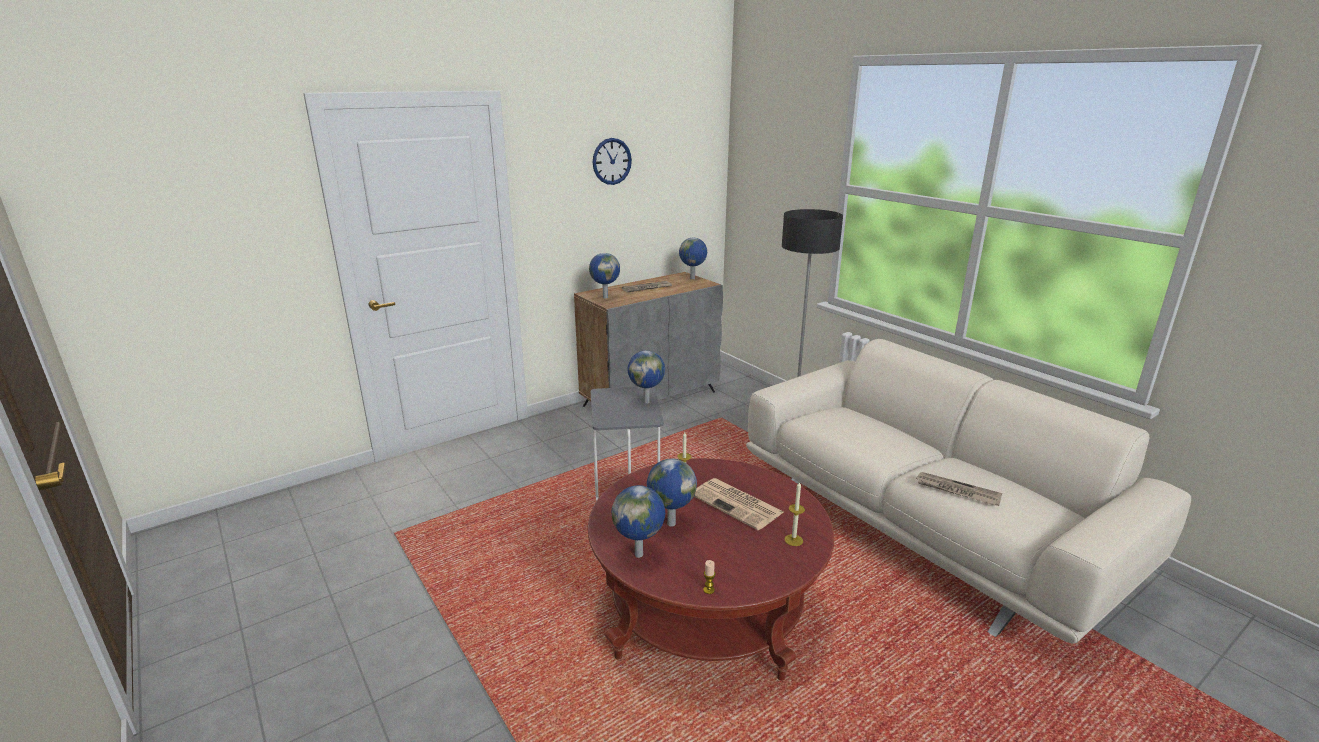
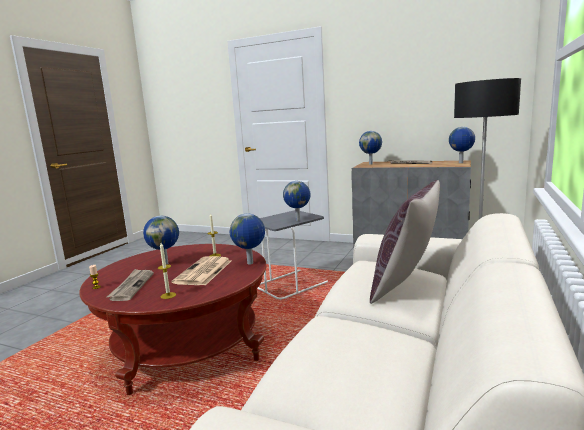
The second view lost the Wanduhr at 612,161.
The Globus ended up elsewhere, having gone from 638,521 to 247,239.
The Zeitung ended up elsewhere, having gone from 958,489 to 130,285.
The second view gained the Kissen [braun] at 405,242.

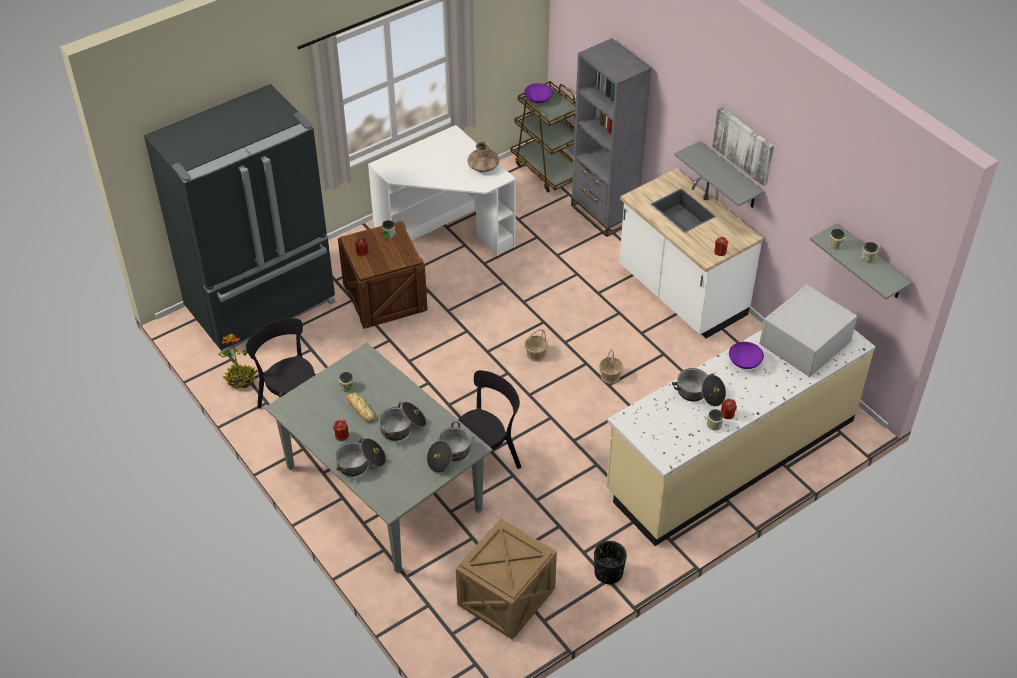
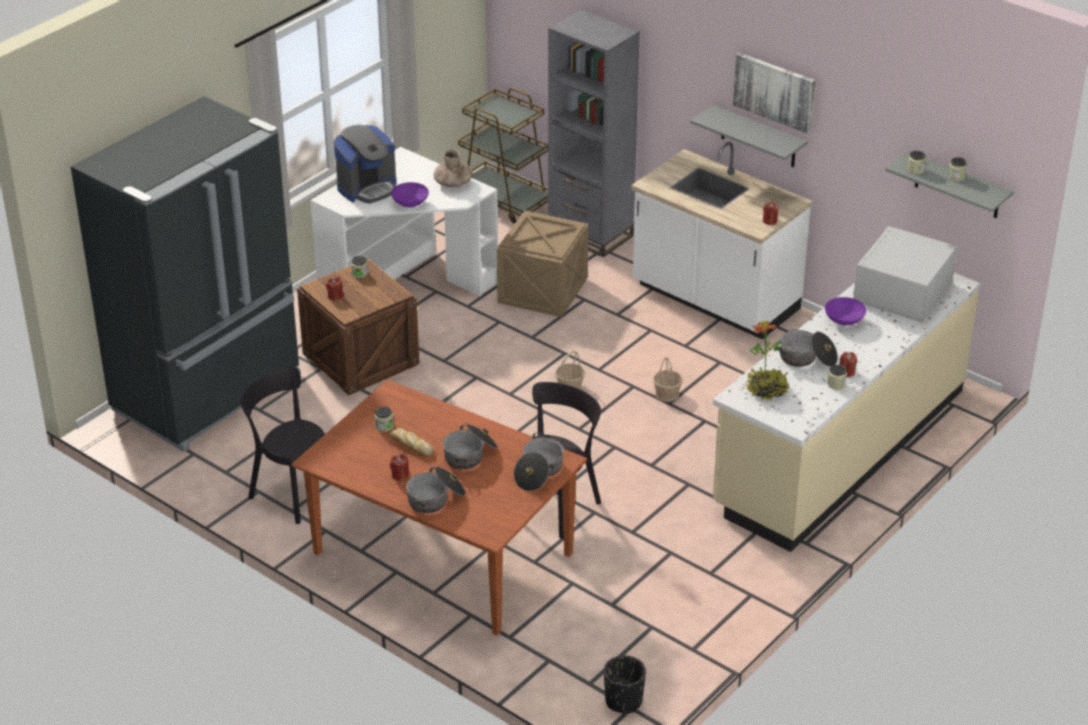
The Topfpflanze ended up elsewhere, having gone from 238,362 to 767,360.
What was the Esstisch [grau] at 378,458 turned into the Esstisch [braun] at 439,507.
The Kiste ended up elsewhere, having gone from 506,578 to 542,264.
The Schüssel [lila] ended up elsewhere, having gone from 538,93 to 410,194.
The Pflanzkübel [schwarz] ended up elsewhere, having gone from 610,563 to 625,684.
The second view gained the Kaffeemaschine at 365,164.

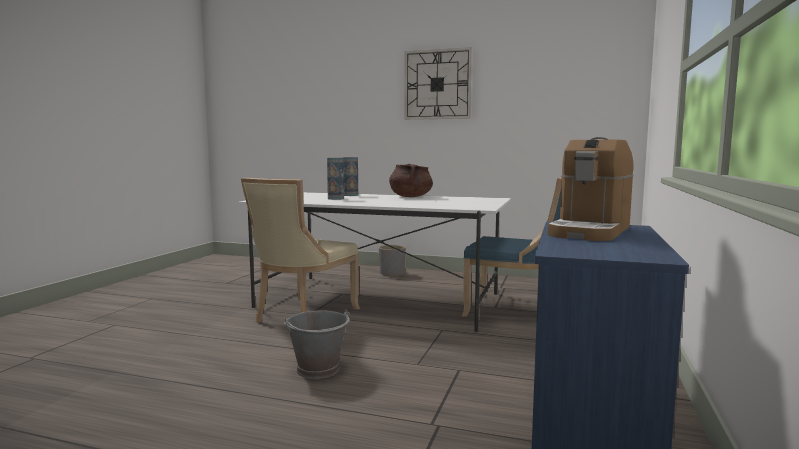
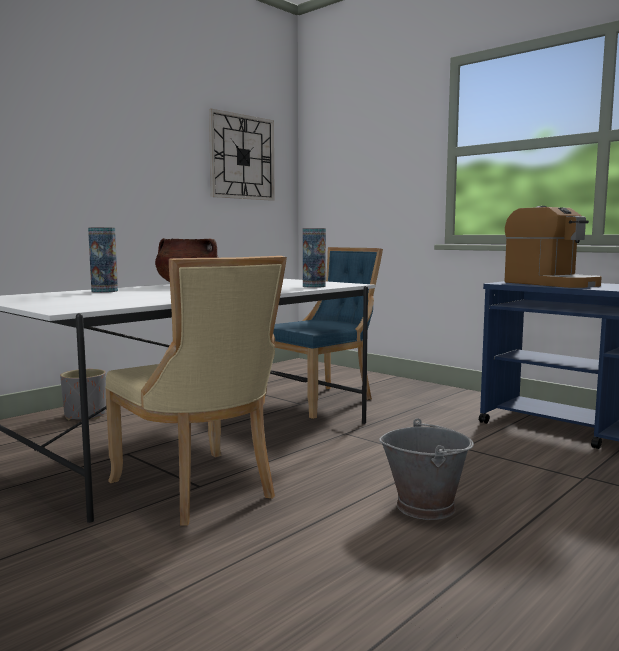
The Vase ended up elsewhere, having gone from 335,179 to 314,258.
The Wanduhr ended up elsewhere, having gone from 438,83 to 242,155.

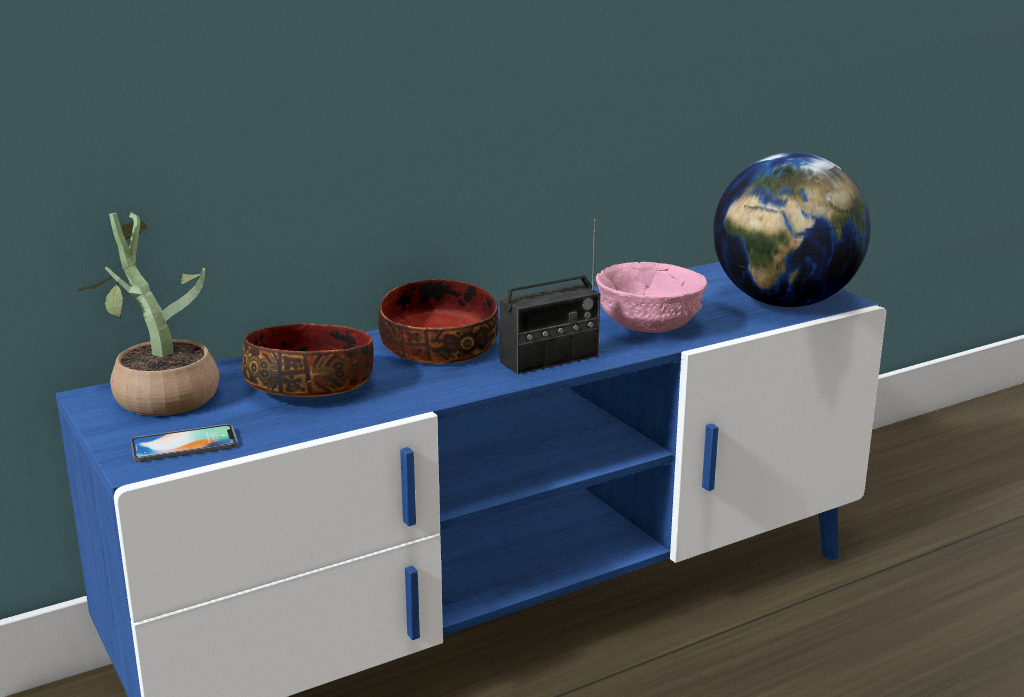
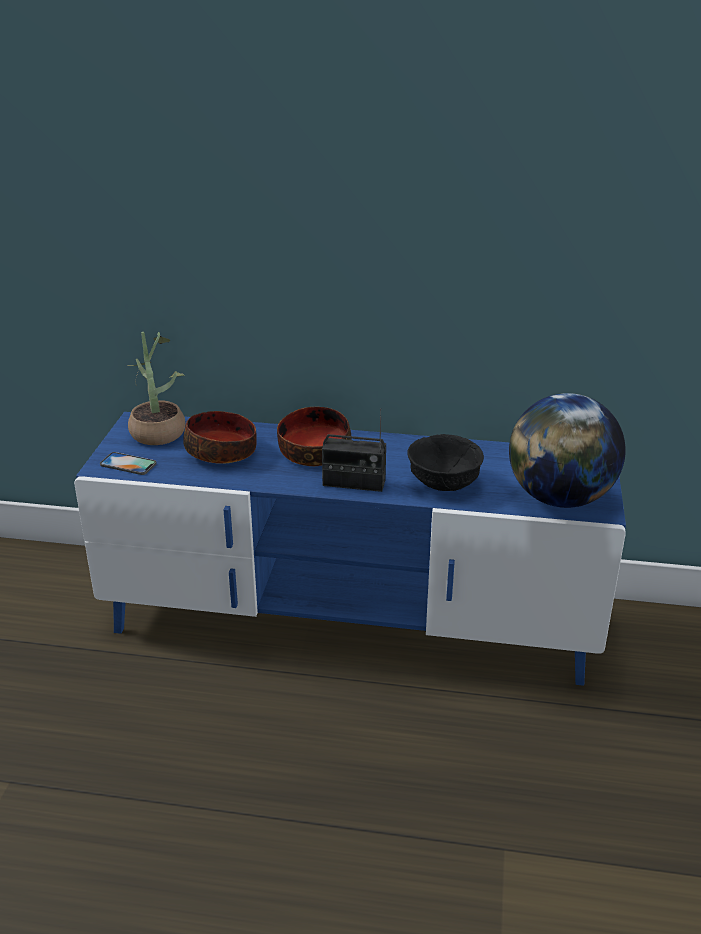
What was the Schüssel [rosa] at 651,297 turned into the Schüssel [schwarz] at 445,462.

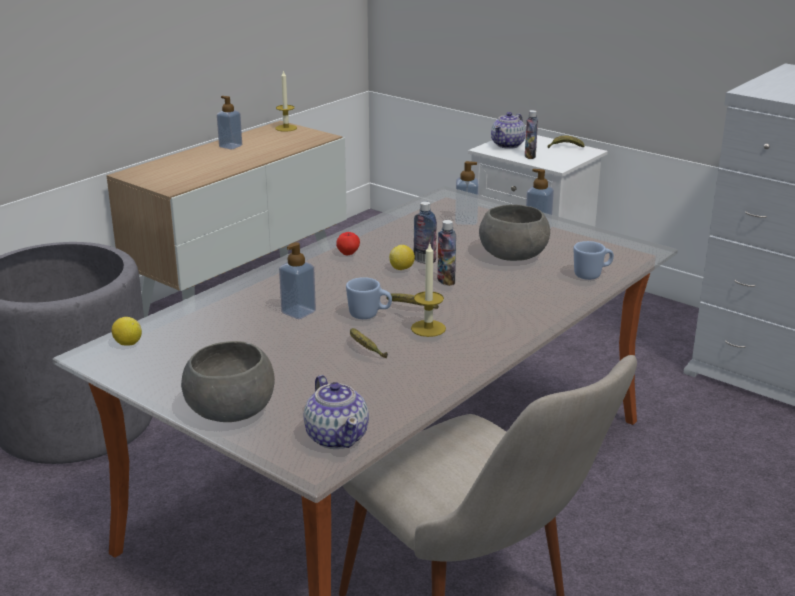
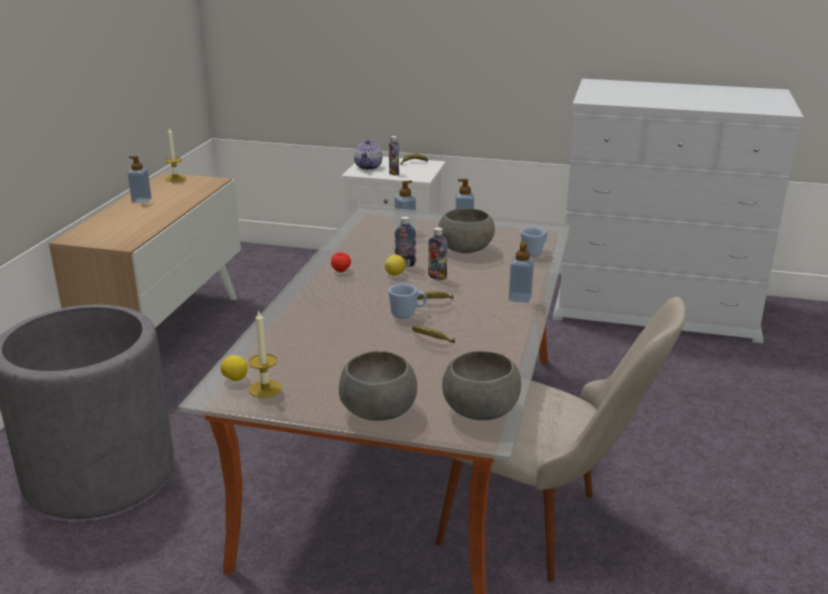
The Seifenspender ended up elsewhere, having gone from 297,280 to 521,272.
Where the Teekanne stood at 336,412, the Schüssel [grau] came to stand at 481,385.
The Kerze ended up elsewhere, having gone from 428,290 to 265,354.

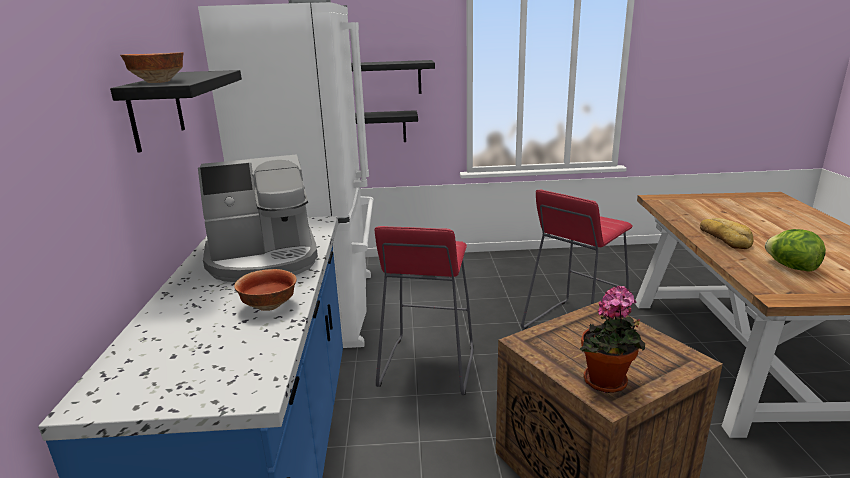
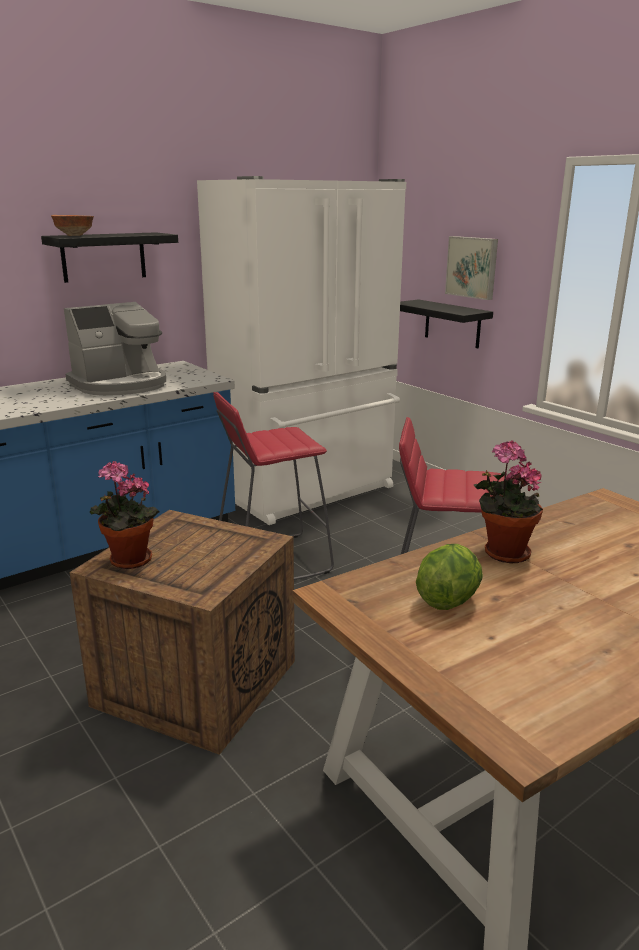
The Kaffeemaschine at 258,218 ended up facing another way, 75 degrees counterclockwise from before.
The second view lost the Schüssel at 265,290.
Where the Wandregal [schwarz] hung at 393,77, the Bild came to hang at 471,268.
Where the Brot stood at 726,233, the Topfpflanze came to stand at 508,501.

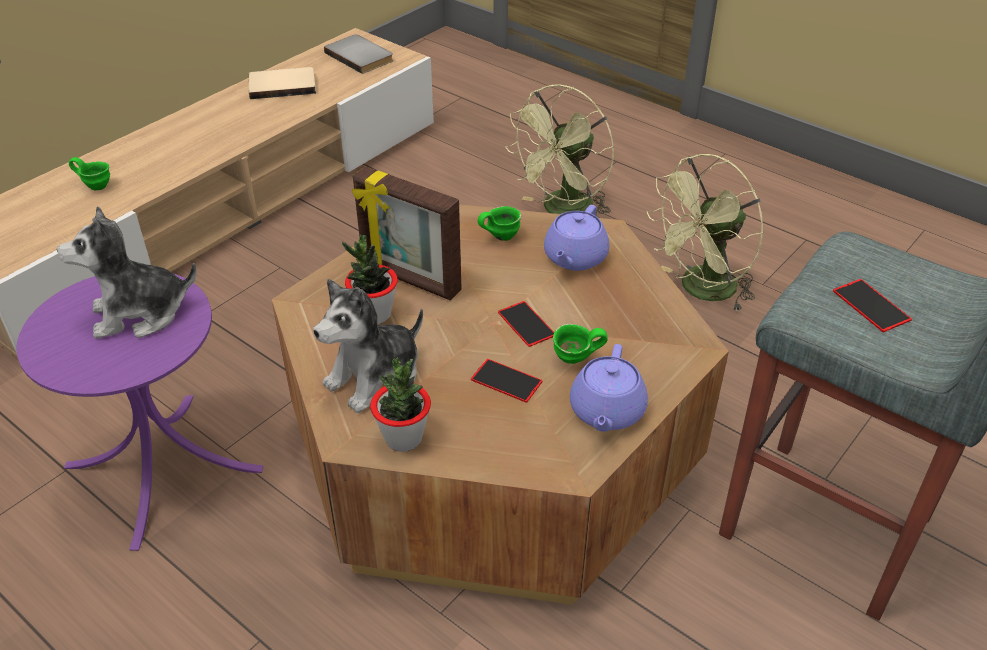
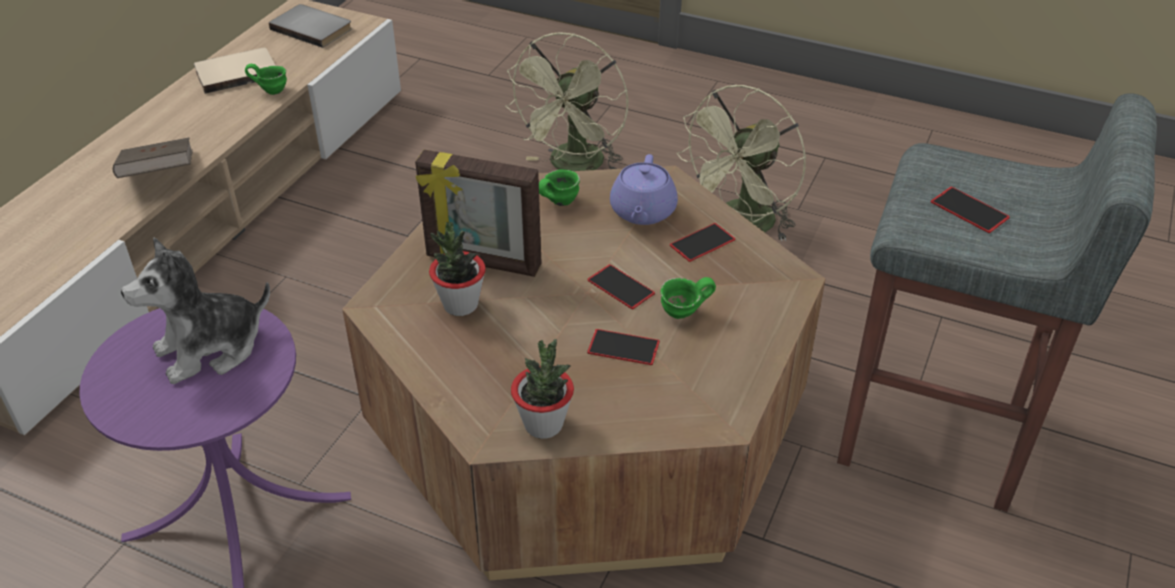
The Henkelbecher [grün] ended up elsewhere, having gone from 89,173 to 266,79.
The second view lost the Plüschtier at 368,346.
The second view lost the Teekanne [lila] at 609,388.
The second view gained the Buch [braun] at 153,157.
The second view gained the Handy at 702,242.

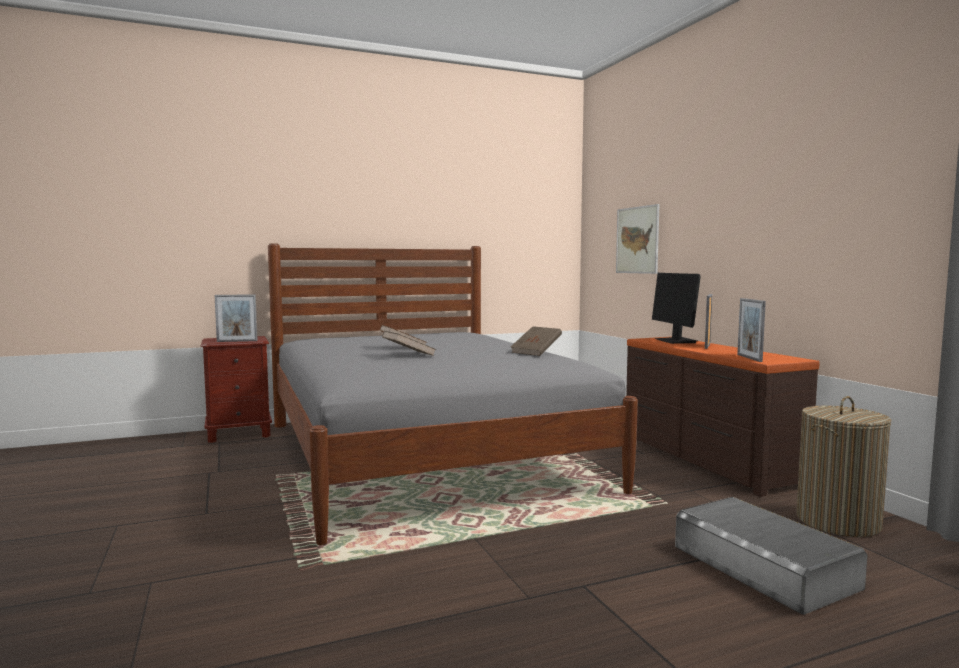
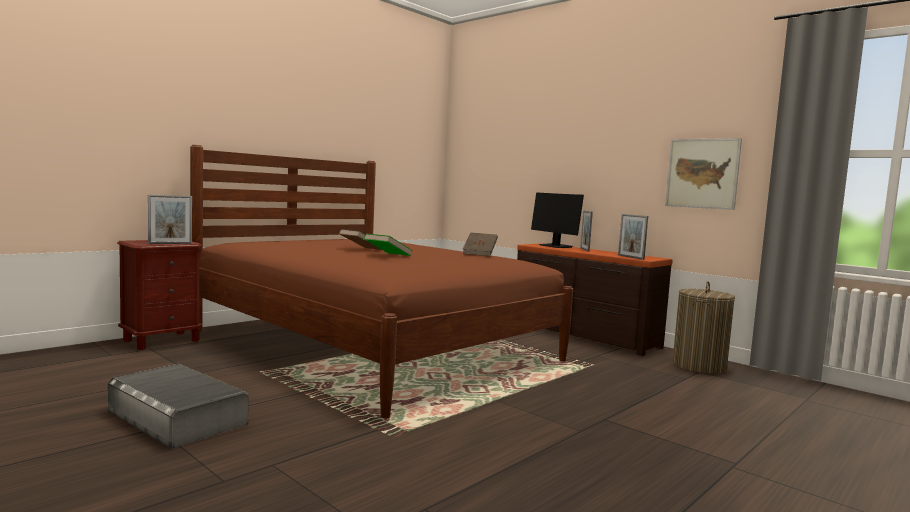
What was the Bett [grau] at 453,394 turned into the Bett [braun] at 381,282.
What was the Buch [braun] at 409,343 turned into the Buch [grün] at 388,245.
The Bild ended up elsewhere, having gone from 637,239 to 703,174.
The Aufbewahrungsbox [grau] ended up elsewhere, having gone from 771,556 to 178,406.

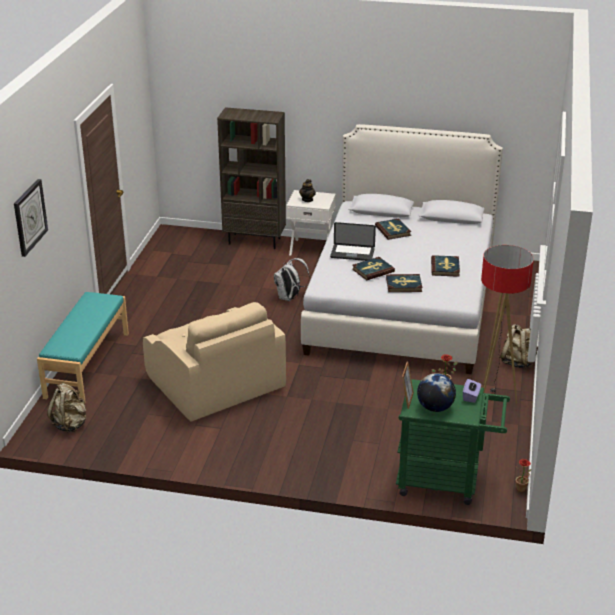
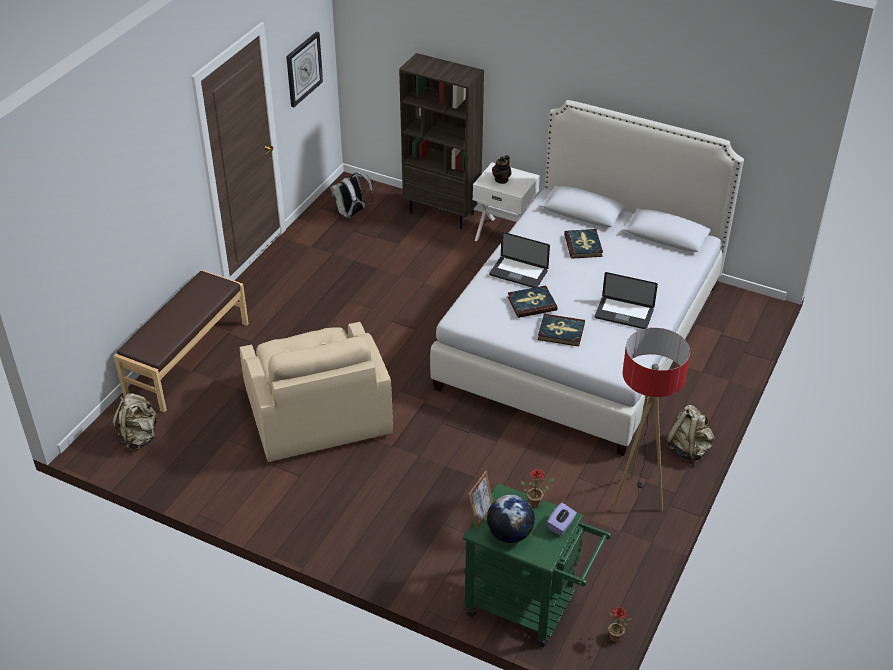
The Wanduhr ended up elsewhere, having gone from 31,218 to 304,69.
What was the Bank [türkis] at 83,347 turned into the Bank [braun] at 181,341.
The Rucksack [weiß] ended up elsewhere, having gone from 292,279 to 352,195.
Where the Buch stood at 445,266, the Laptop came to stand at 626,300.

